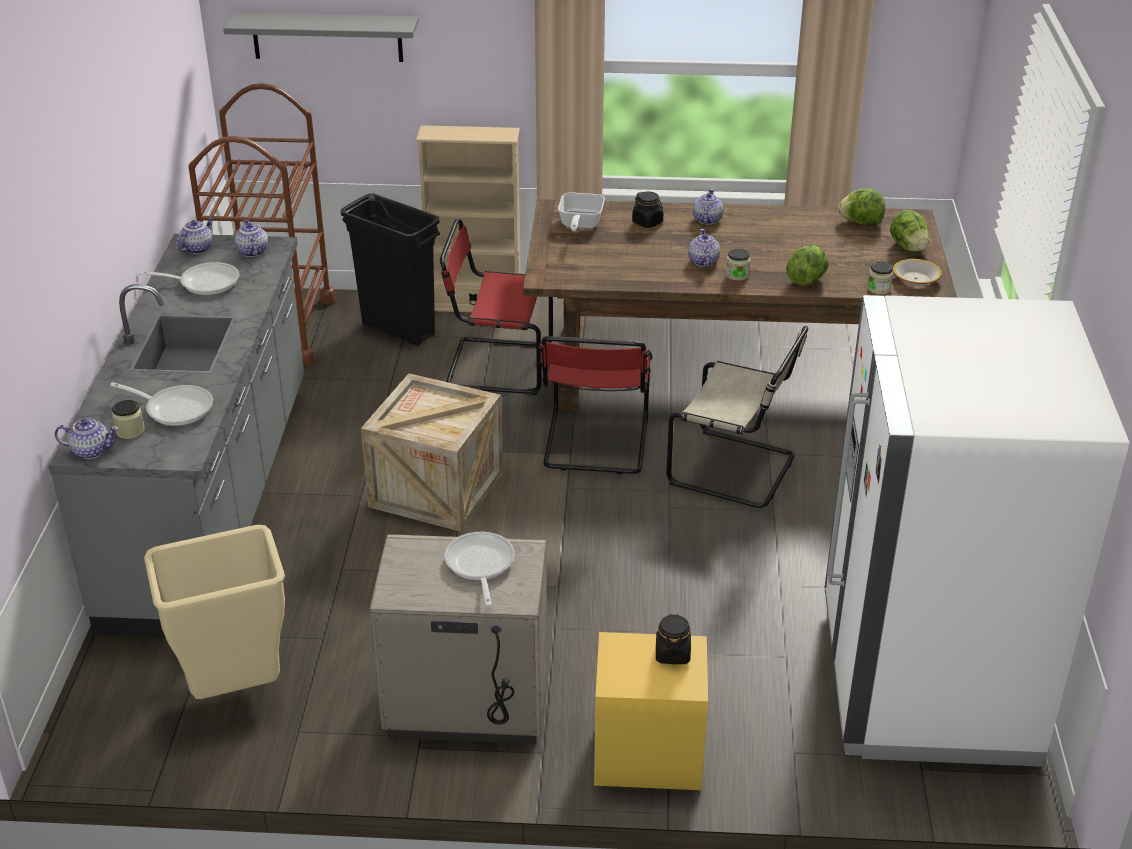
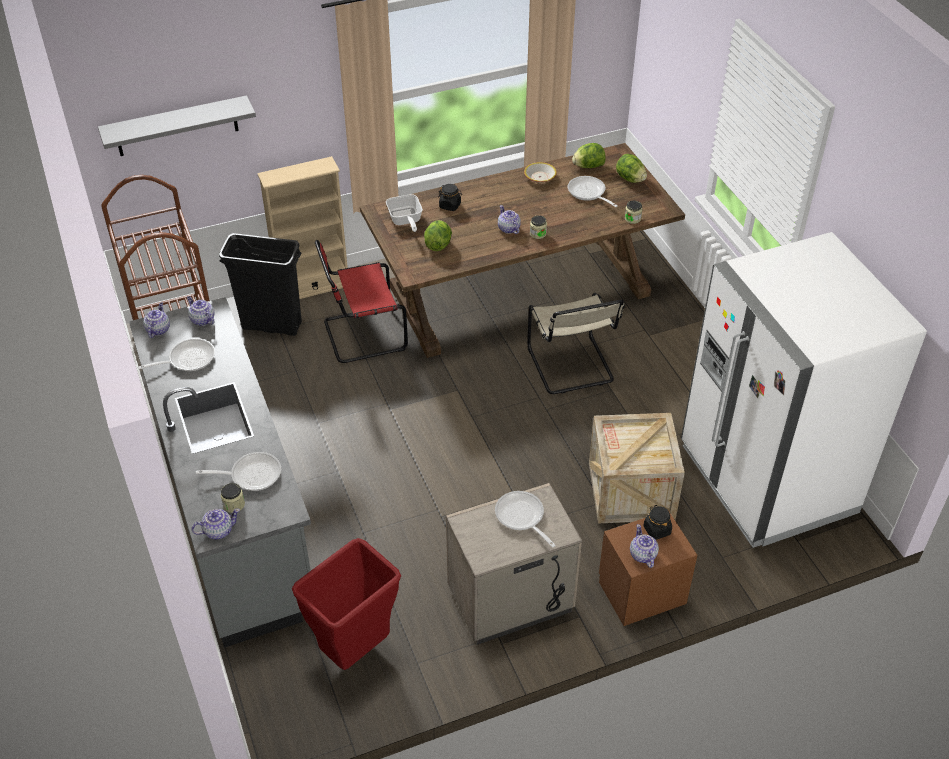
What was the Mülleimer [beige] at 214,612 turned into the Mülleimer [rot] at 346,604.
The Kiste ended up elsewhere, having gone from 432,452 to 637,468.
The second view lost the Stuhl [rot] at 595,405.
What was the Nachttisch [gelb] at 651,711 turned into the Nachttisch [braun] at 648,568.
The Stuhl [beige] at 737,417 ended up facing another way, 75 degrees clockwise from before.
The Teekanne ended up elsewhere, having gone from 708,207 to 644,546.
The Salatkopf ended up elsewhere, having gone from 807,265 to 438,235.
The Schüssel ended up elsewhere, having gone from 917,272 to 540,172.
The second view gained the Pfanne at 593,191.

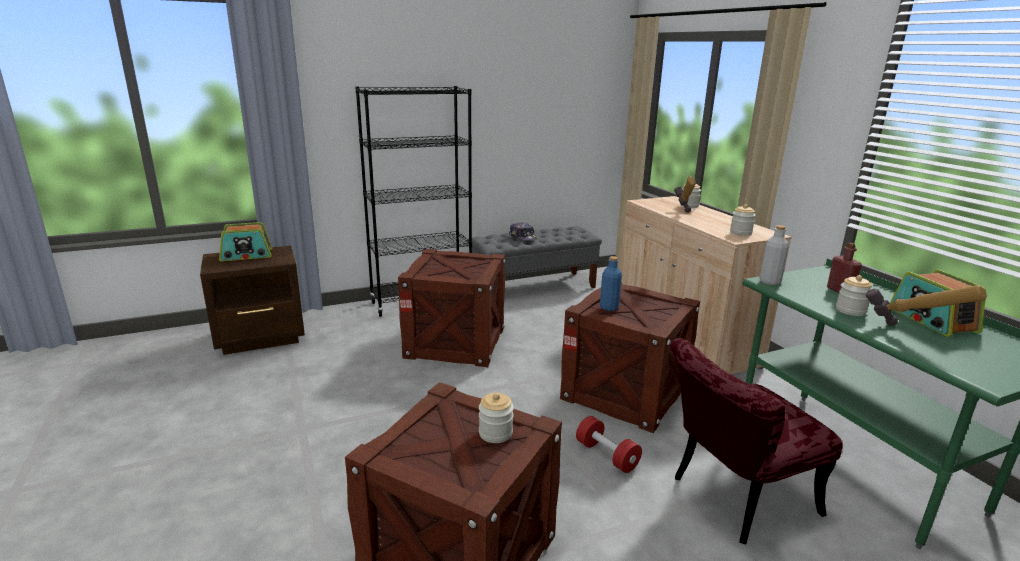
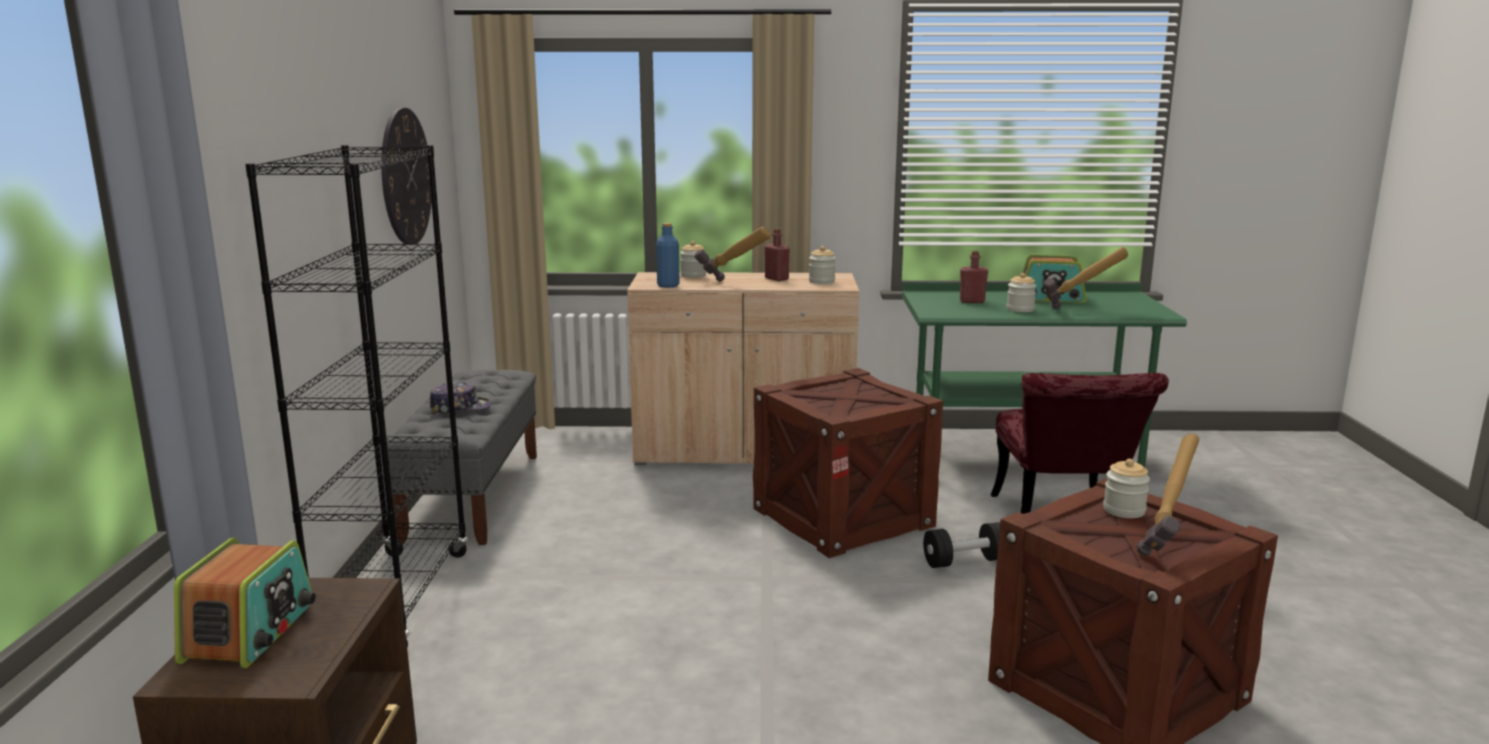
The second view lost the Kiste at 452,308.
What was the Hantel [rot] at 609,444 turned into the Hantel [schwarz] at 961,545.
The Flasche [blau] ended up elsewhere, having gone from 611,283 to 668,255.
The second view lost the Flasche [grau] at 774,255.
The second view gained the Wanduhr at 406,176.
The second view gained the Flasche [rot] at 777,254.
The second view gained the Hammer at 1167,495.

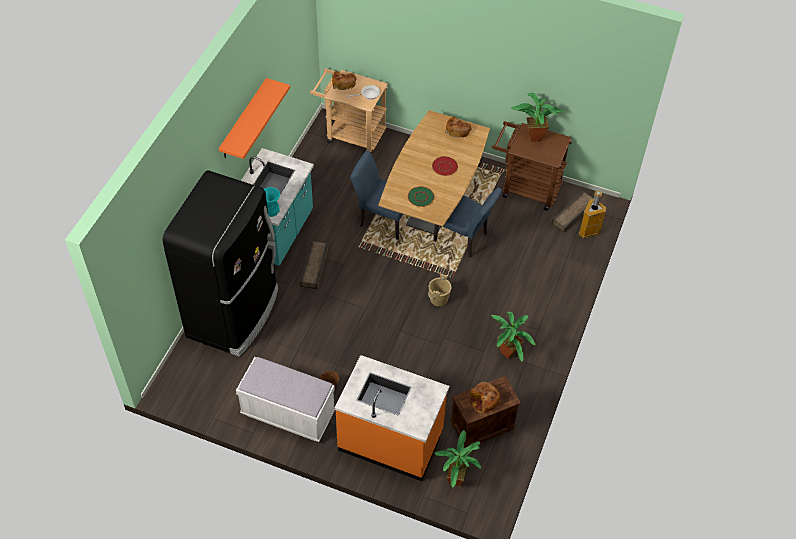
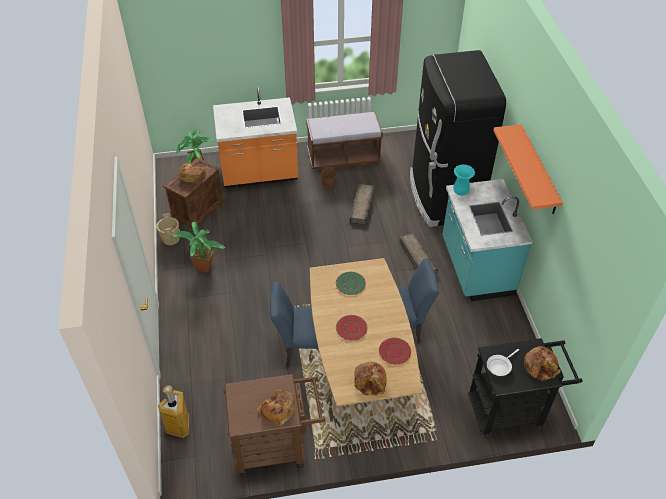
What was the Bank [weiß] at 285,399 turned into the Bank [braun] at 344,141.
What was the Rollwagen [beige] at 349,110 turned into the Rollwagen [schwarz] at 525,388.
The Eimer [beige] ended up elsewhere, having gone from 440,290 to 168,229.
Where the Topfpflanze stood at 538,117, the Brot came to stand at 276,407.
The Kiste ended up elsewhere, having gone from 573,212 to 362,204.
The second view gained the Teller [rot] at 395,351.

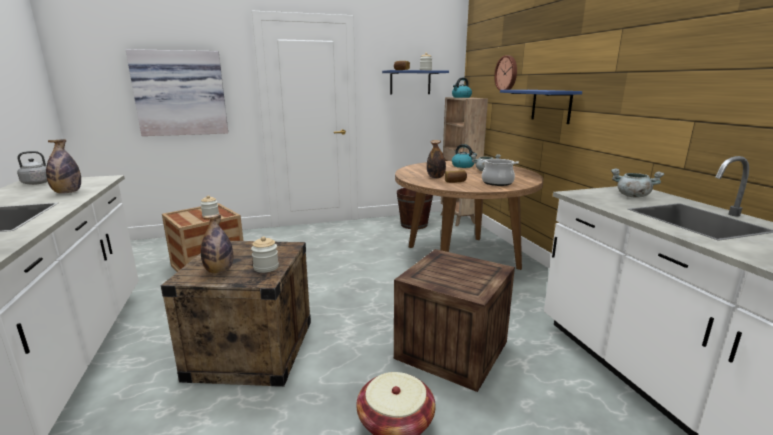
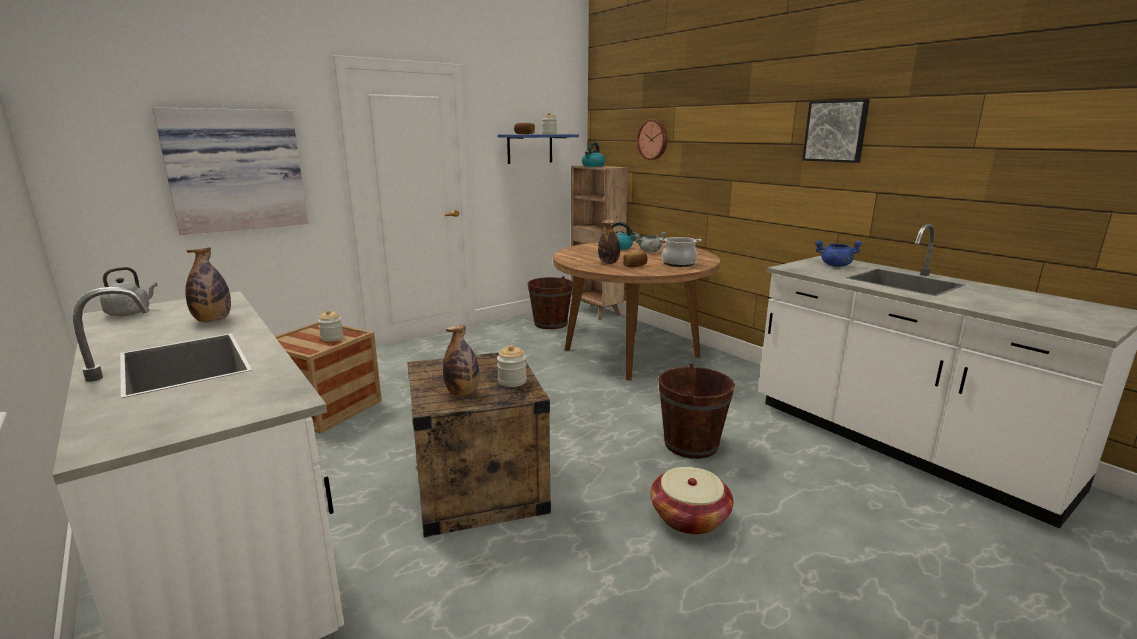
Where the Kiste stood at 454,320, the Eimer [braun] came to stand at 696,411.
The second view lost the Wandregal [blau] at 541,107.
What was the Kochtopf [grau] at 637,183 turned into the Kochtopf [blau] at 839,253.
The second view gained the Bild at 836,131.

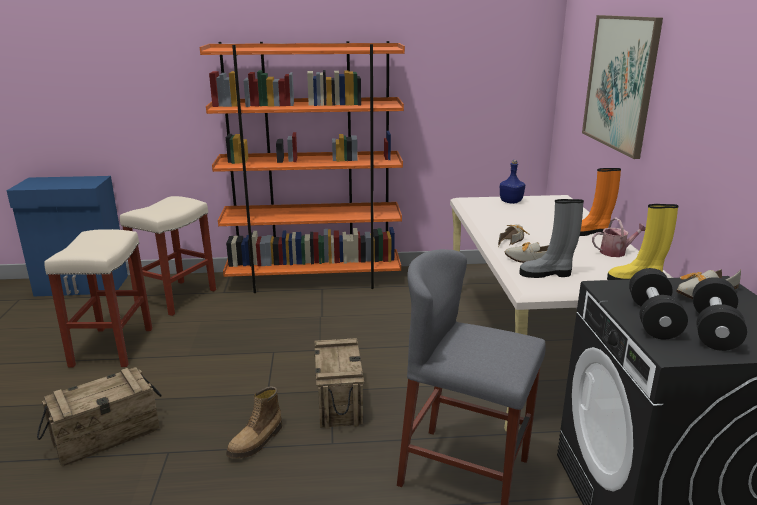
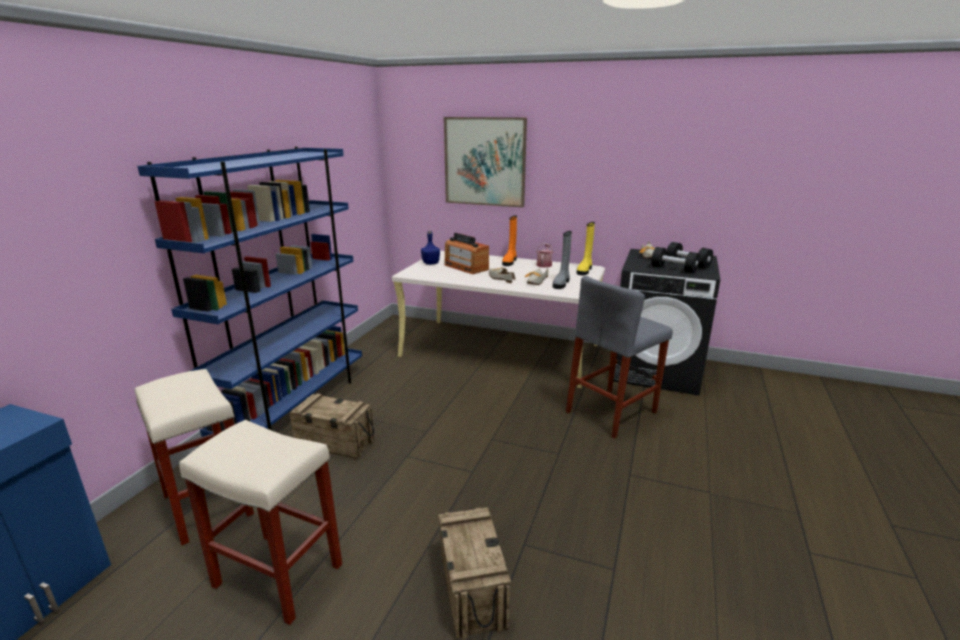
What was the Bücherregal [orange] at 302,167 turned into the Bücherregal [blau] at 249,292.
The second view lost the Stiefel at 254,422.
The Kiste ended up elsewhere, having gone from 339,383 to 332,426.
The second view gained the Radio at 466,253.

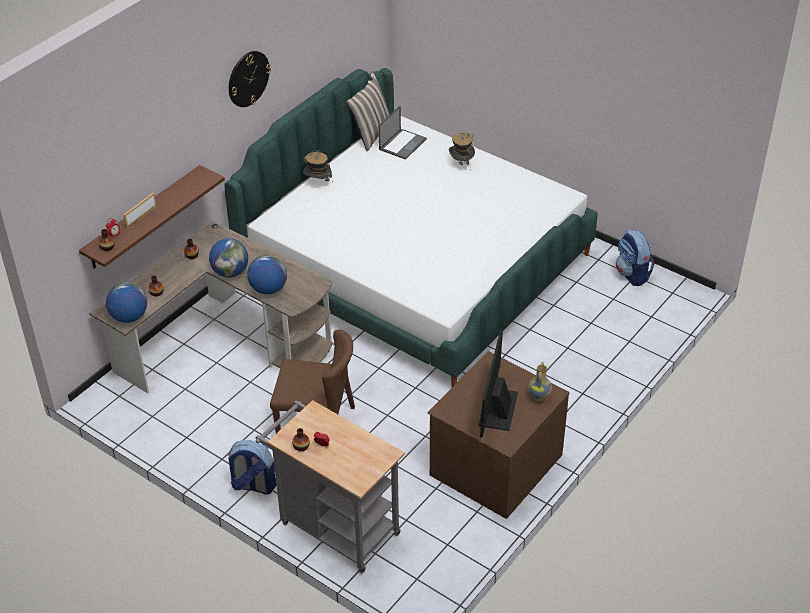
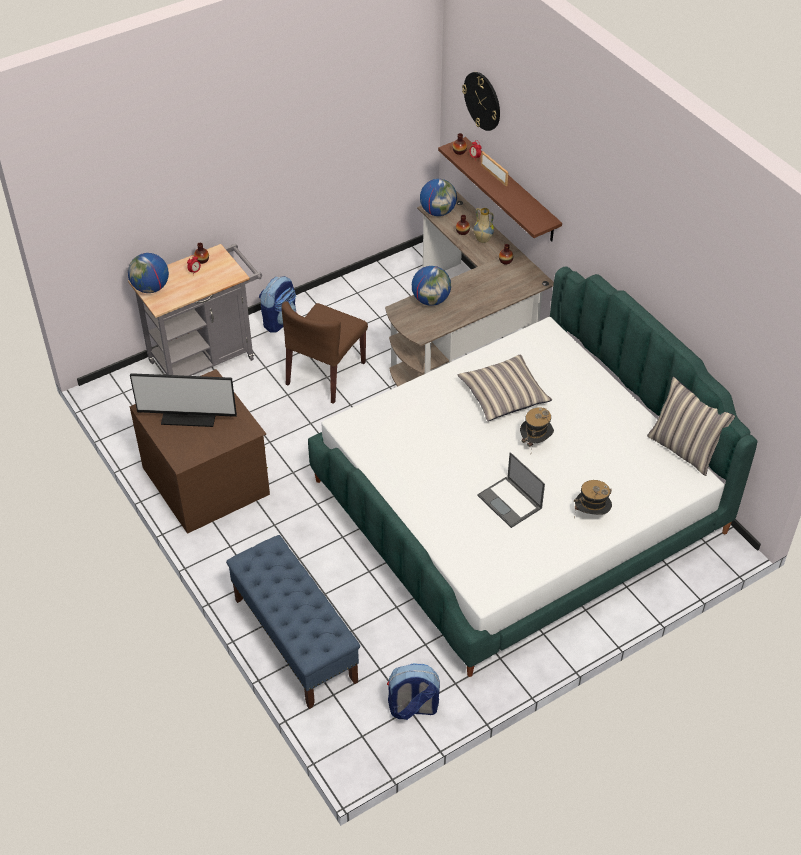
The Globus ended up elsewhere, having gone from 228,257 to 148,273.
The Wanduhr ended up elsewhere, having gone from 250,79 to 481,101.
The Hut ended up elsewhere, having gone from 318,166 to 537,427.
The Laptop ended up elsewhere, having gone from 402,133 to 511,490.
The Monitor at 498,383 ended up facing another way, 150 degrees clockwise from before.
The Vase ended up elsewhere, having gone from 540,382 to 483,225.
The second view gained the Bank [blau] at 293,622.
The second view gained the Kissen at 505,387.

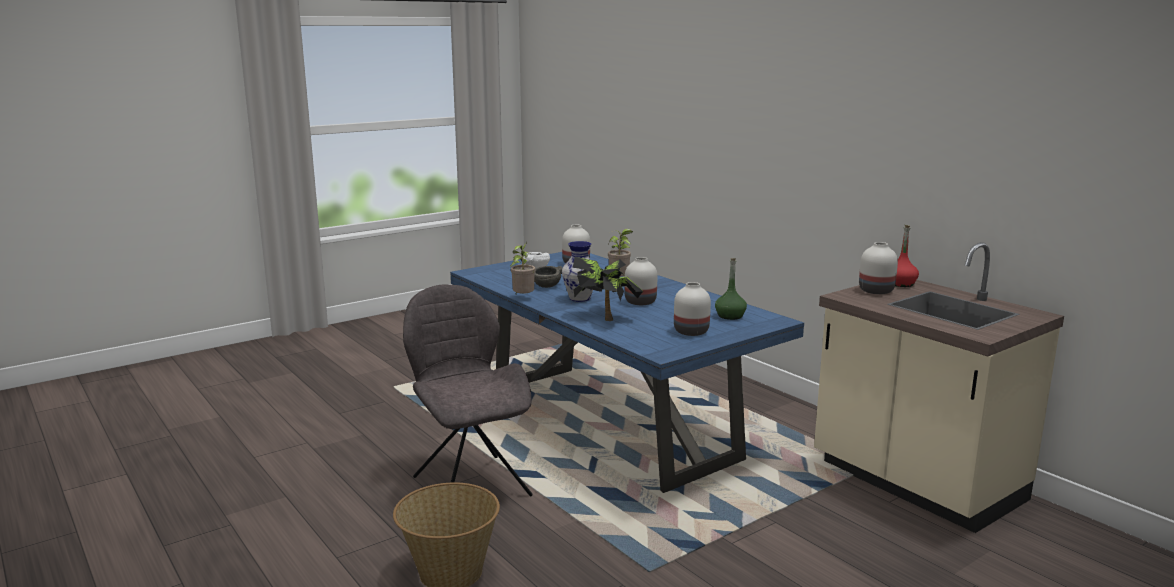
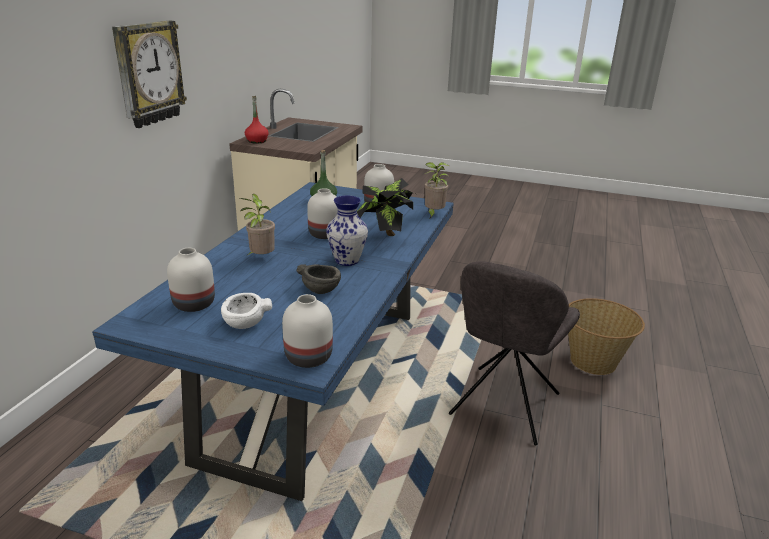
The Topfpflanze ended up elsewhere, having gone from 522,268 to 437,190.
The Vase [weiß] ended up elsewhere, having gone from 878,268 to 307,331.
The second view gained the Wanduhr at 149,74.

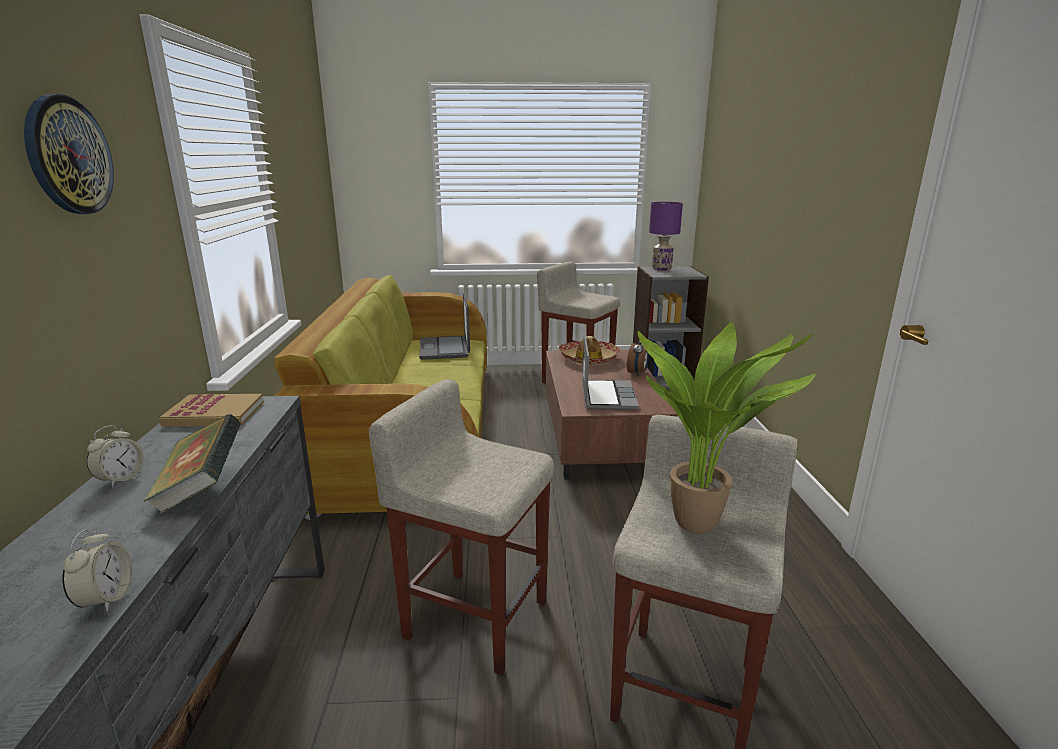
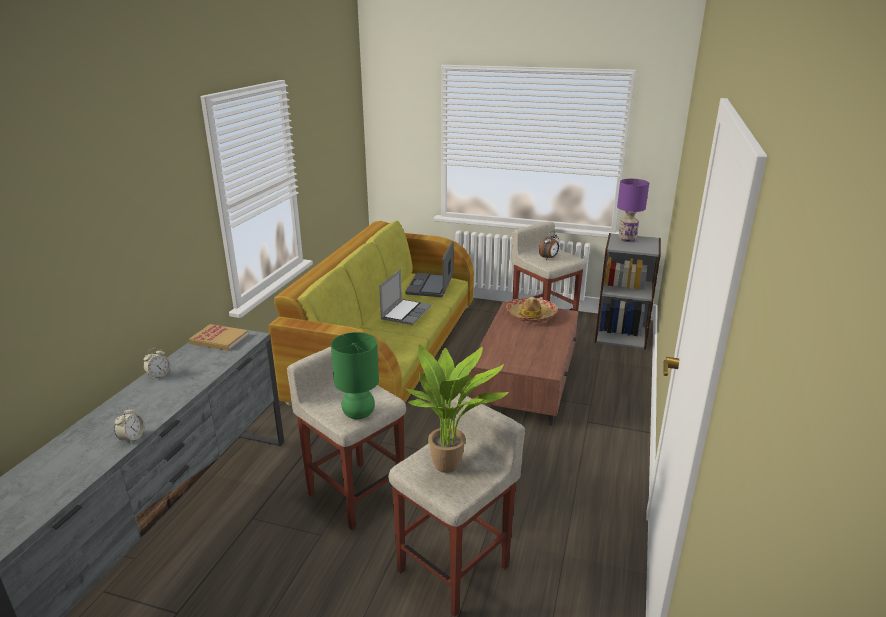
The second view lost the Wanduhr at 69,154.
The second view lost the Buch at 192,464.
The Laptop ended up elsewhere, having gone from 610,372 to 405,297.
The Wecker ended up elsewhere, having gone from 638,357 to 549,245.
The second view gained the Tischlampe [grün] at 355,375.

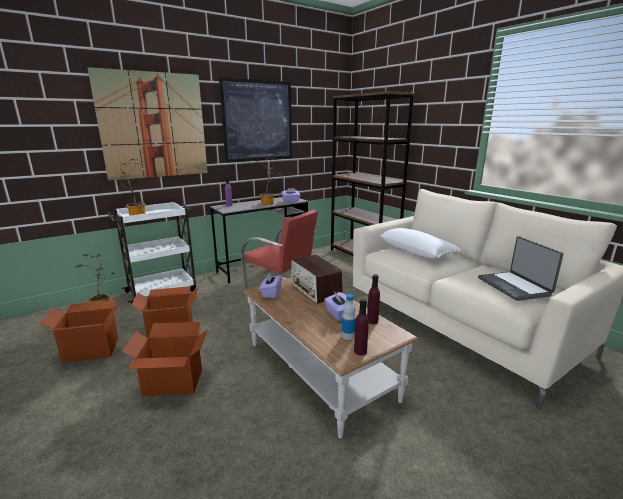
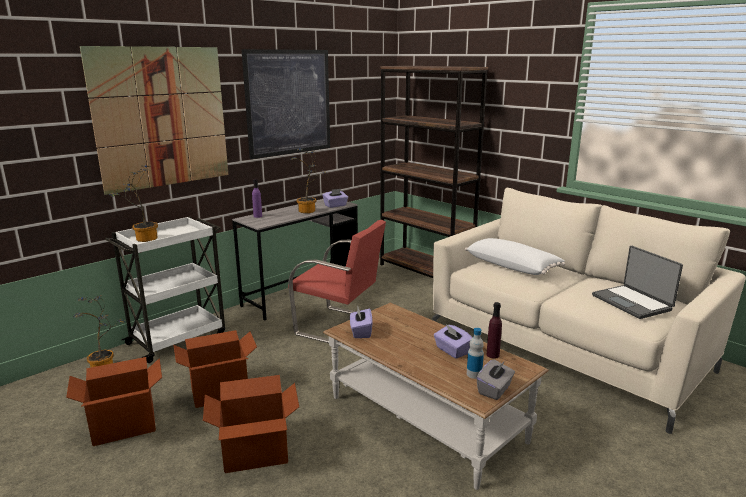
The second view lost the Radio at 317,279.
Where the Flasche [lila] stood at 361,327, the Taschentuchbox [grau] came to stand at 495,379.

